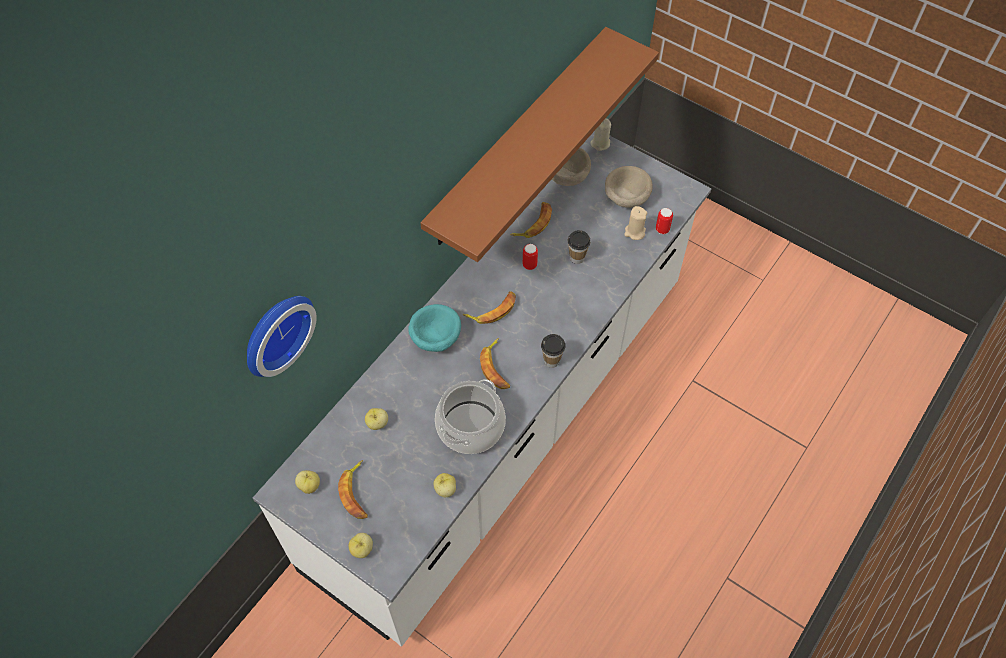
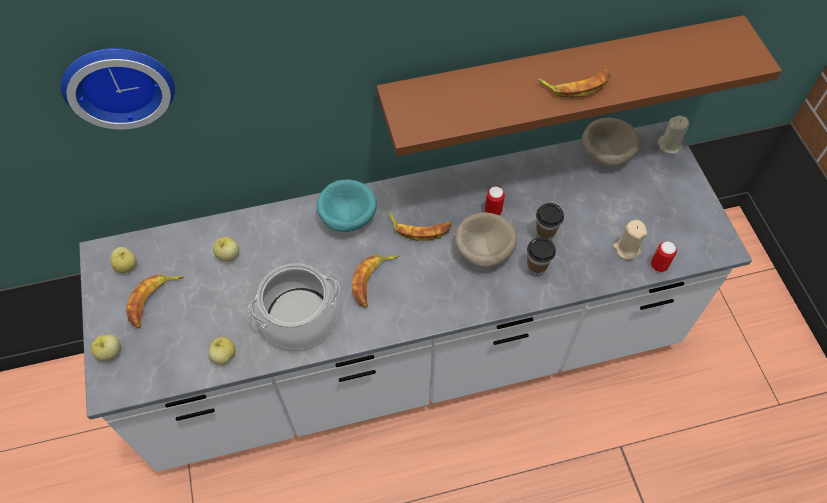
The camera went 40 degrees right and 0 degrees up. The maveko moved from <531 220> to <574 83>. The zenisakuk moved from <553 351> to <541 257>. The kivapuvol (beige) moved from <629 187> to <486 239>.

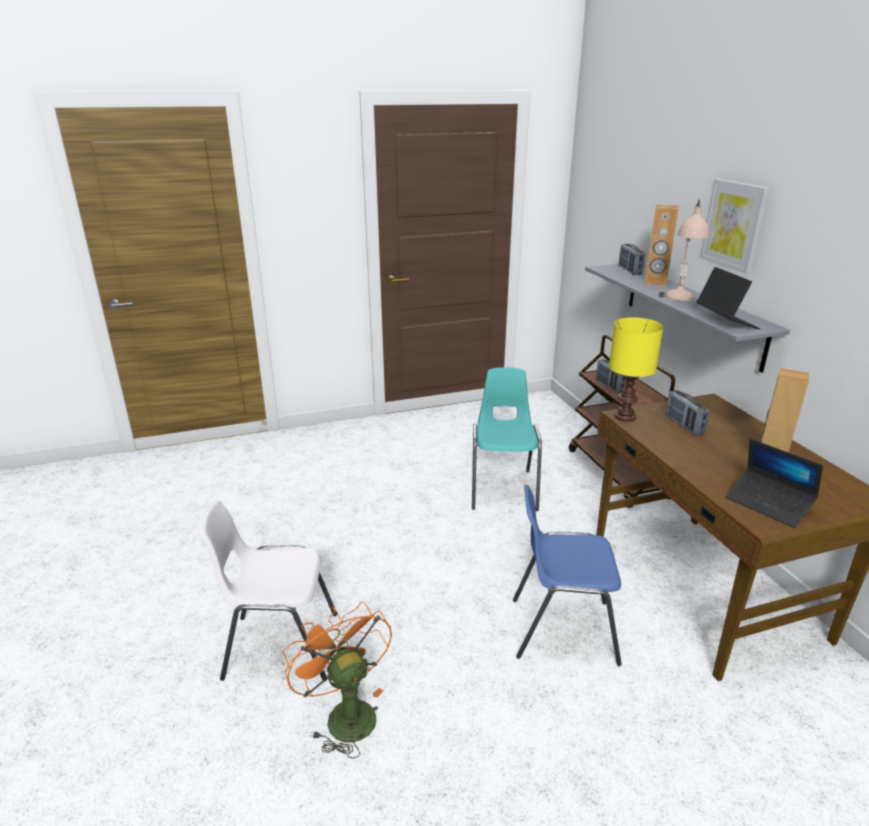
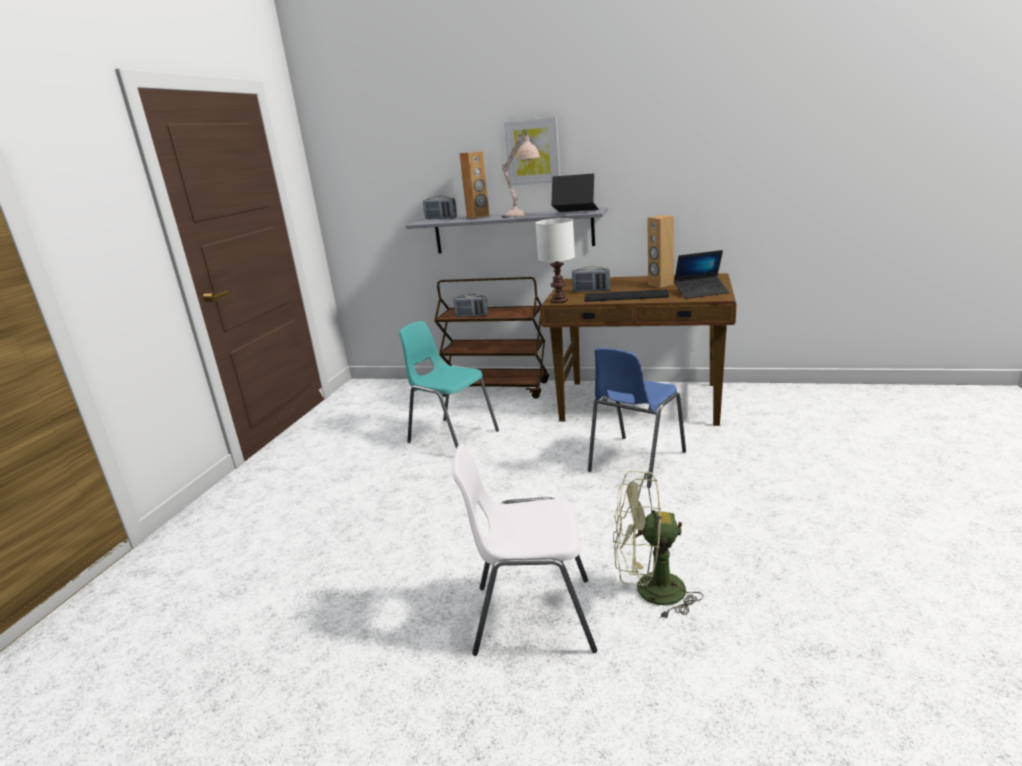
The camera went 55 degrees left and 5 degrees down. The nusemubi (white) at <268 591> turned 60 degrees clockwise. The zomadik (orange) at <337 679> became the zomadik (green) at <658 545>. The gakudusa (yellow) at <636 369> became the gakudusa (white) at <555 260>. The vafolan at <626 295> appeared.

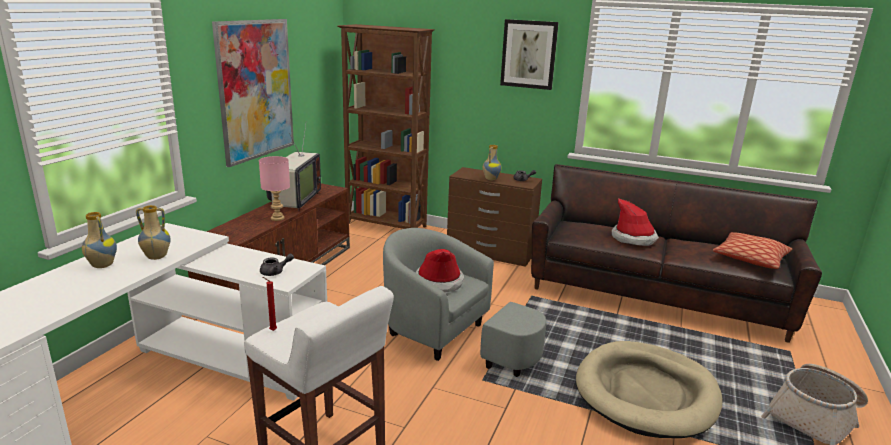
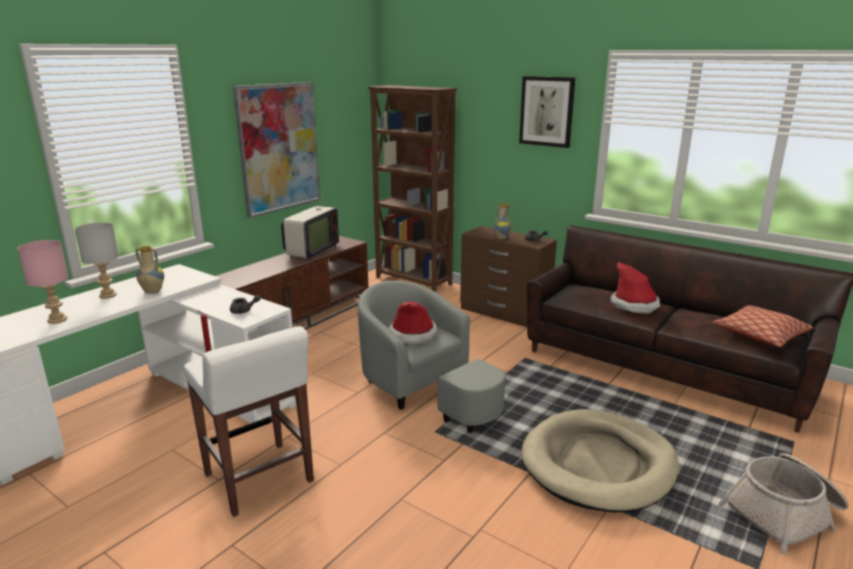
The camera went 15 degrees right and 0 degrees up. The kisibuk at <99 240> was replaced by the gakudusa (grey) at <97 260>. The gakudusa (pink) moved from <274 188> to <43 282>.

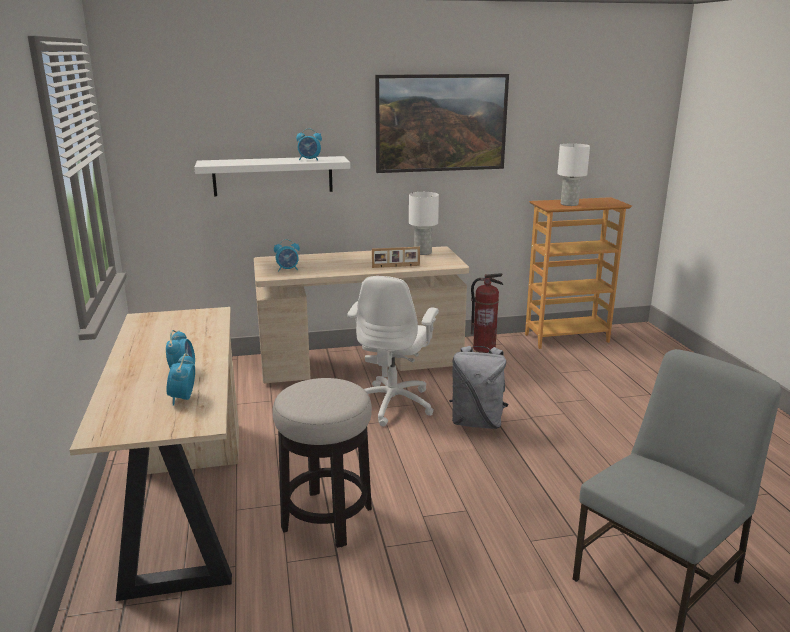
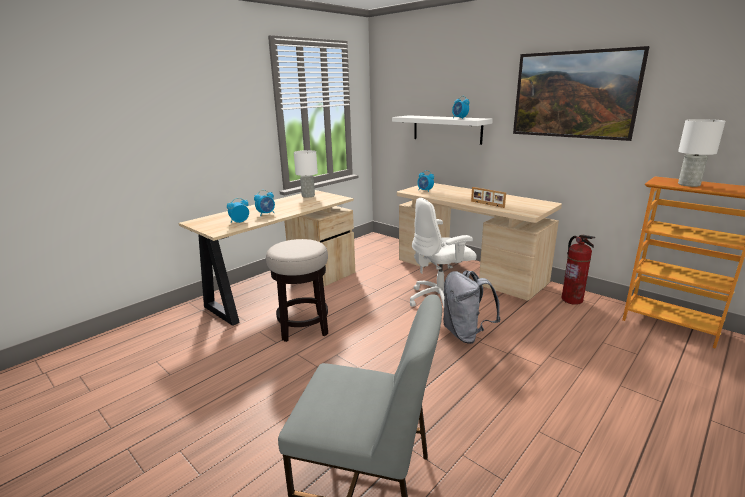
The camera went 55 degrees right and 0 degrees up. The gakudusa (white) moved from <424 223> to <306 174>.

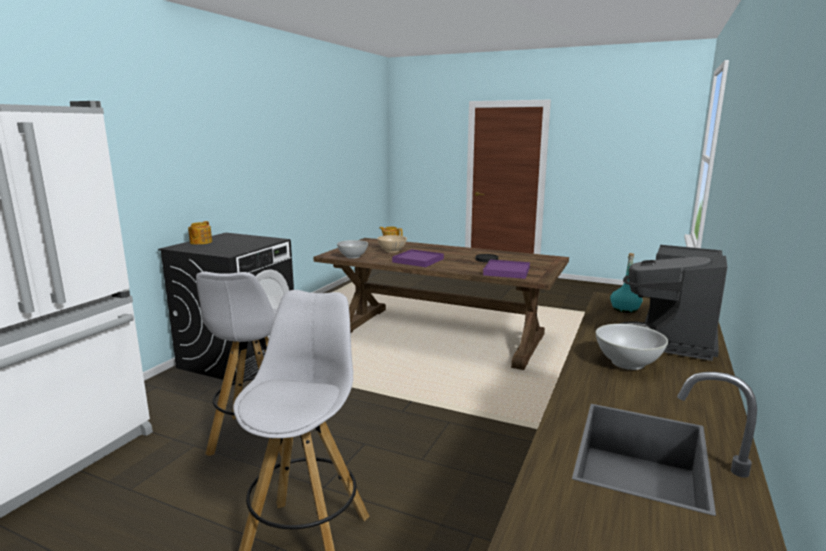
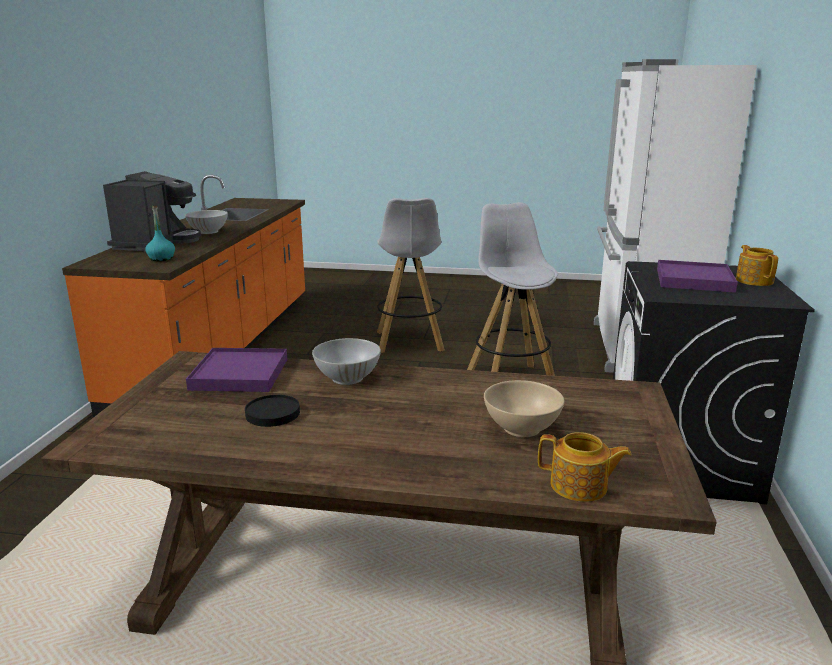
The camera went 165 degrees right and 5 degrees up. The kivapuvol (white) moved from <352 249> to <346 361>. The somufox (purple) moved from <418 258> to <697 276>.

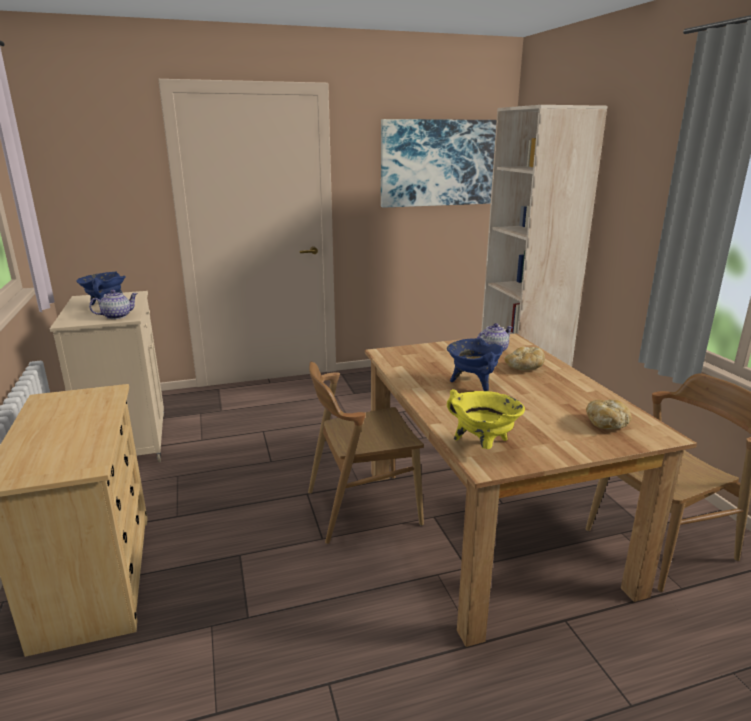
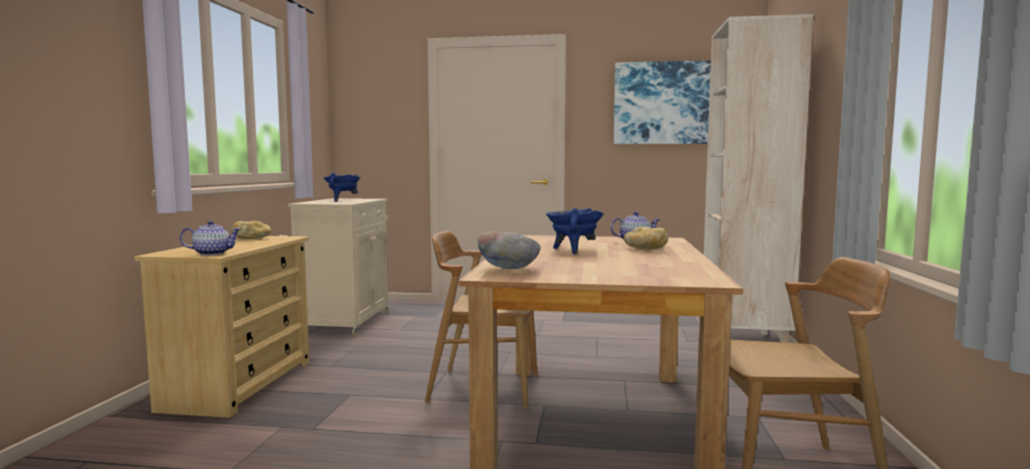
The camera went 25 degrees right and 15 degrees down. The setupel moved from <113 304> to <210 238>. The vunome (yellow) at <486 419> was replaced by the kivapuvol at <509 250>. The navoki moved from <609 414> to <251 230>.

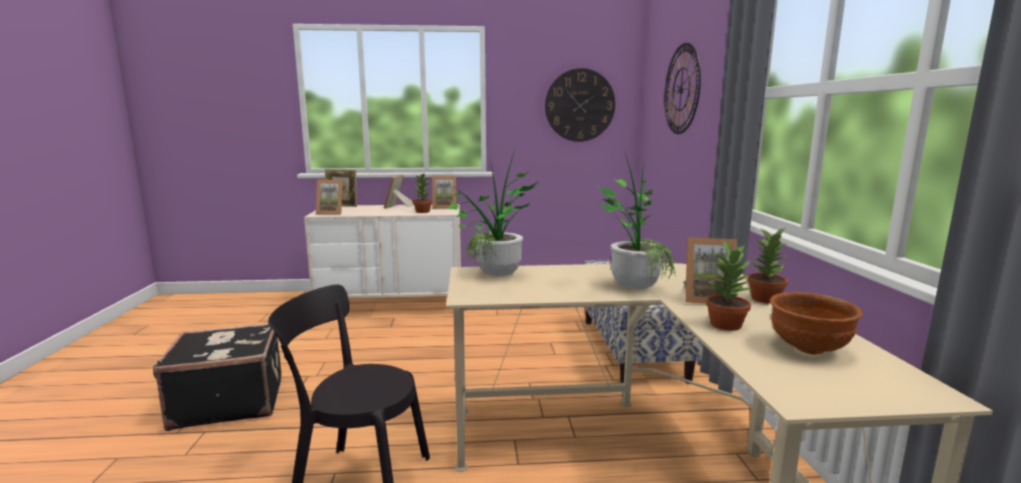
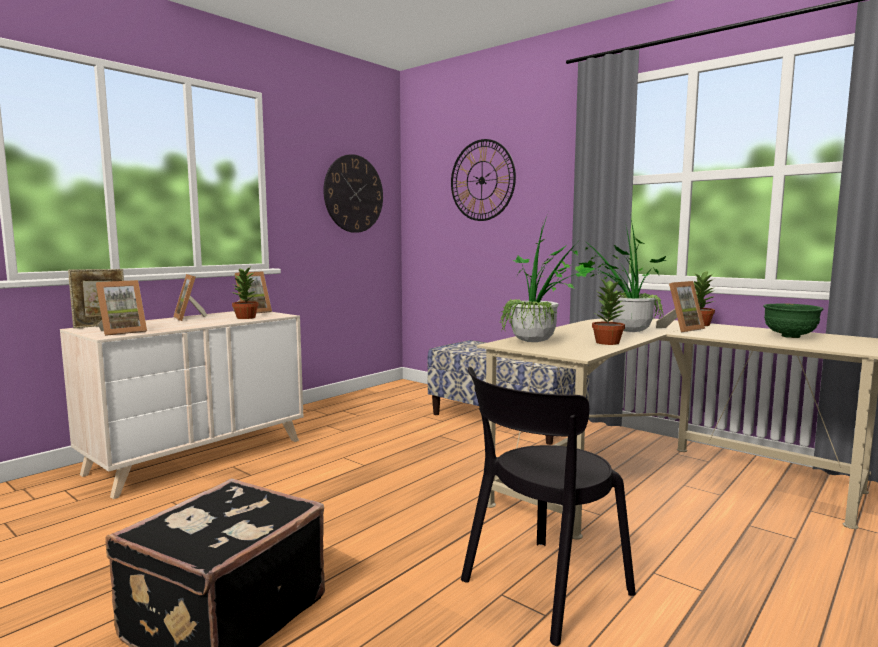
The camera went 45 degrees left and 5 degrees down. The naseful moved from <728 285> to <608 312>. The kivapuvol (brown) at <816 323> became the kivapuvol (green) at <793 321>.

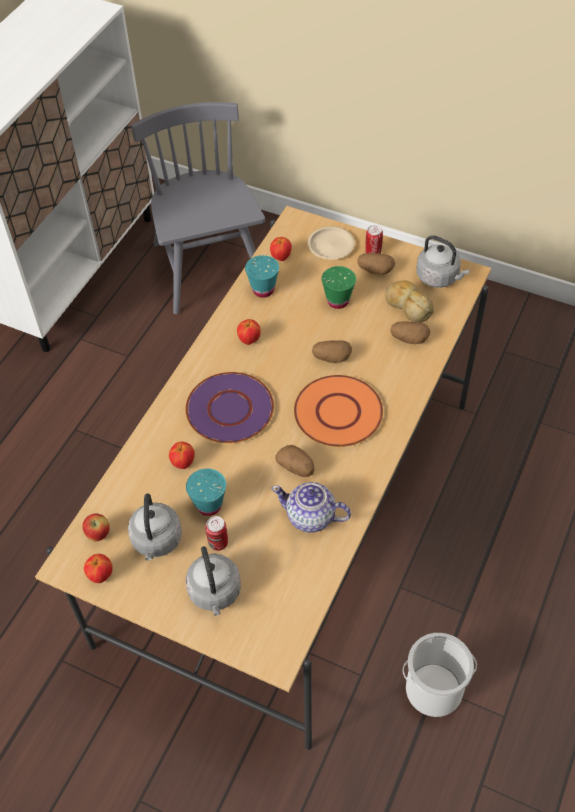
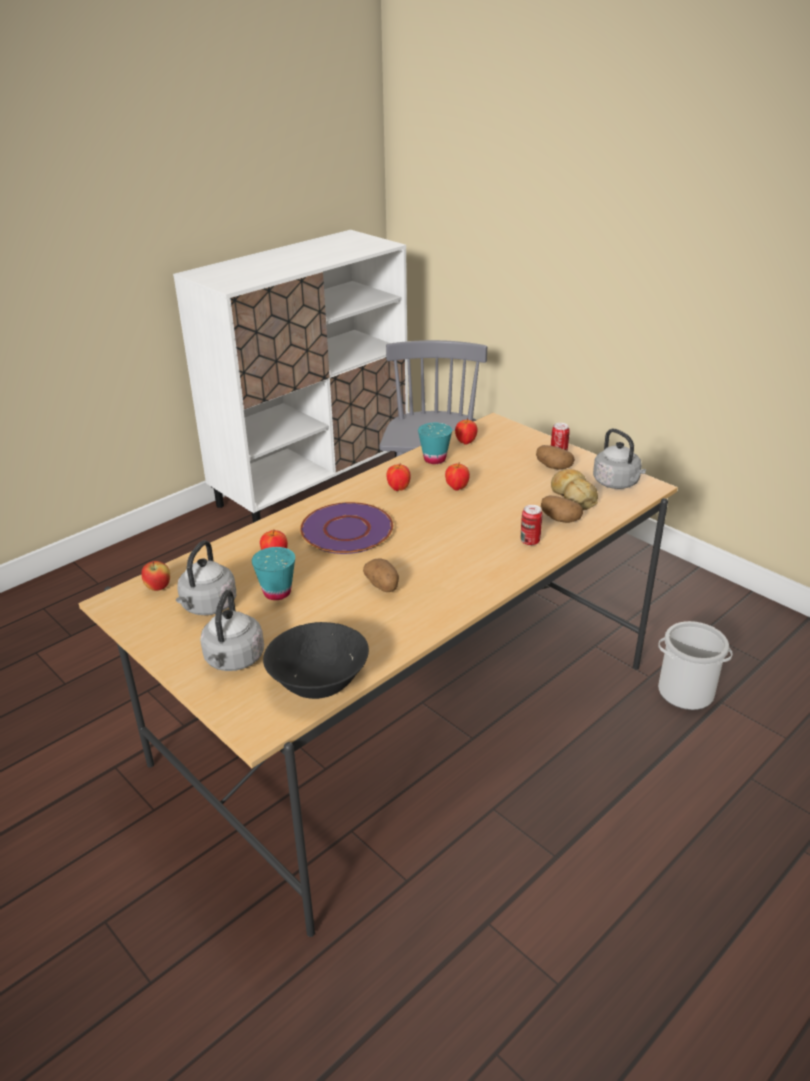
The camera went 20 degrees right and 20 degrees down. The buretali moved from <98 568> to <457 476>. The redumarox moved from <216 533> to <531 525>. The setupel at <311 507> disappeared. The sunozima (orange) at <338 411> disappeared. The sunozima (beige) at <331 243> disappeared. The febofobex at <332 351> disappeared. The zenisakuk (green) at <339 287> disappeared. The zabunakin moved from <440 675> to <695 665>. The kivapuvol (black) at <316 660> appeared.

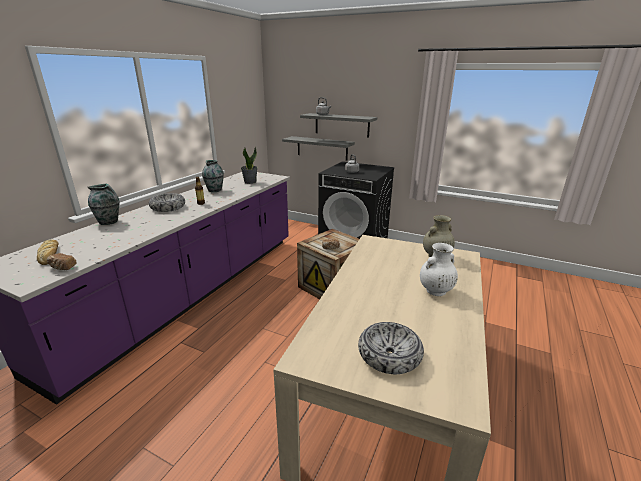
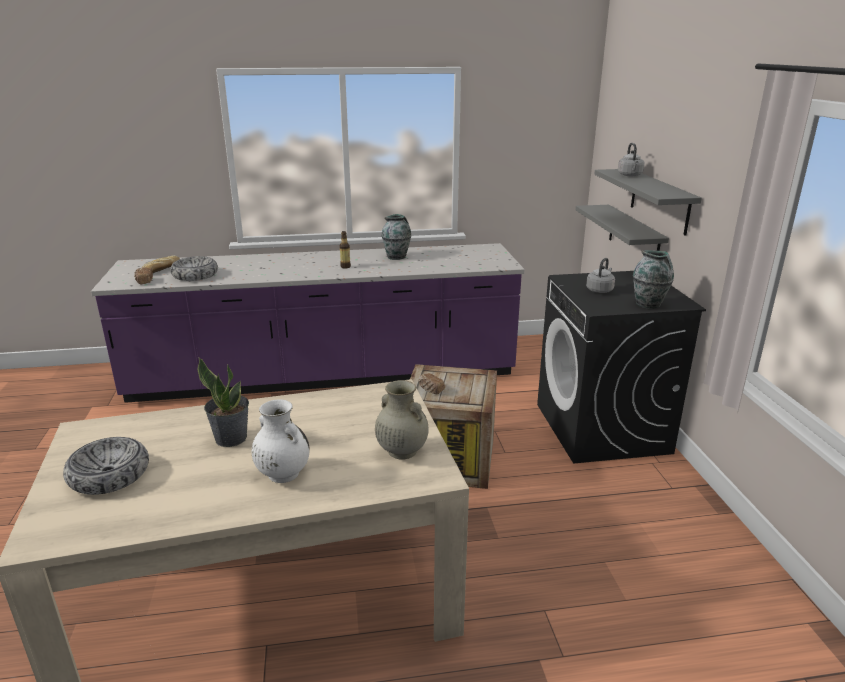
The camera went 55 degrees right and 0 degrees up. The kisibuk moved from <104 204> to <653 279>. The kivapuvol moved from <167 202> to <194 268>. The naseful moved from <249 165> to <223 402>.

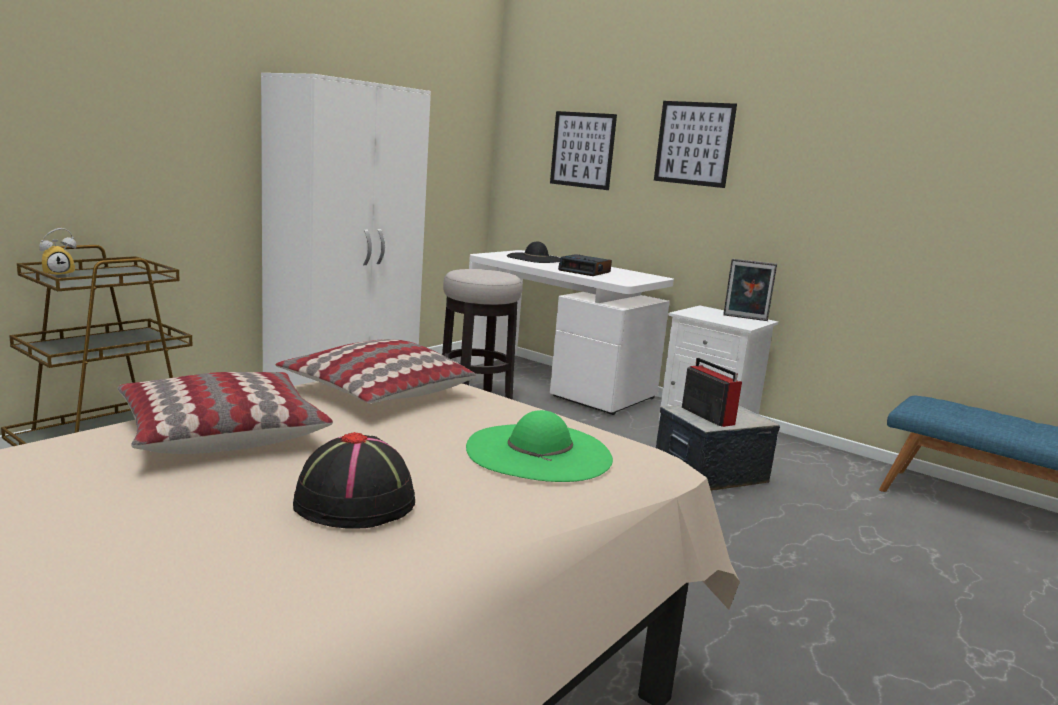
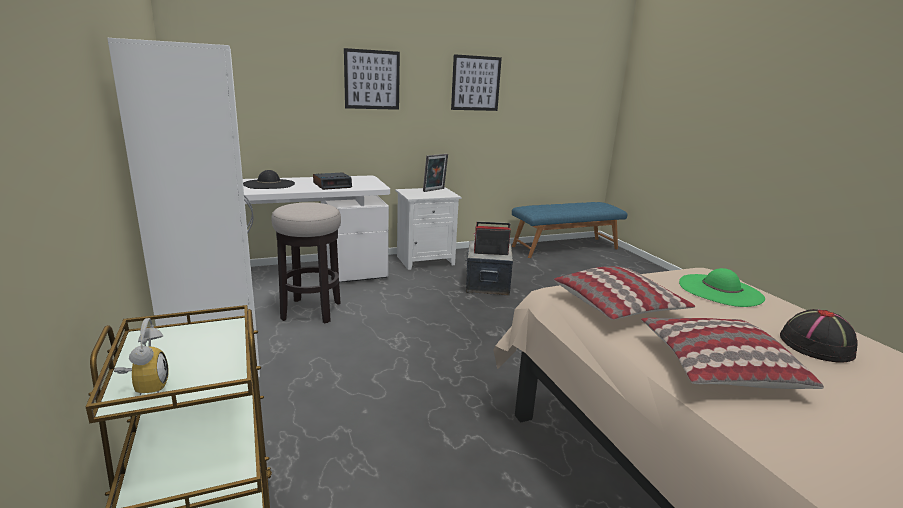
The camera went 60 degrees left and 5 degrees up. The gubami moved from <583 150> to <476 82>.

